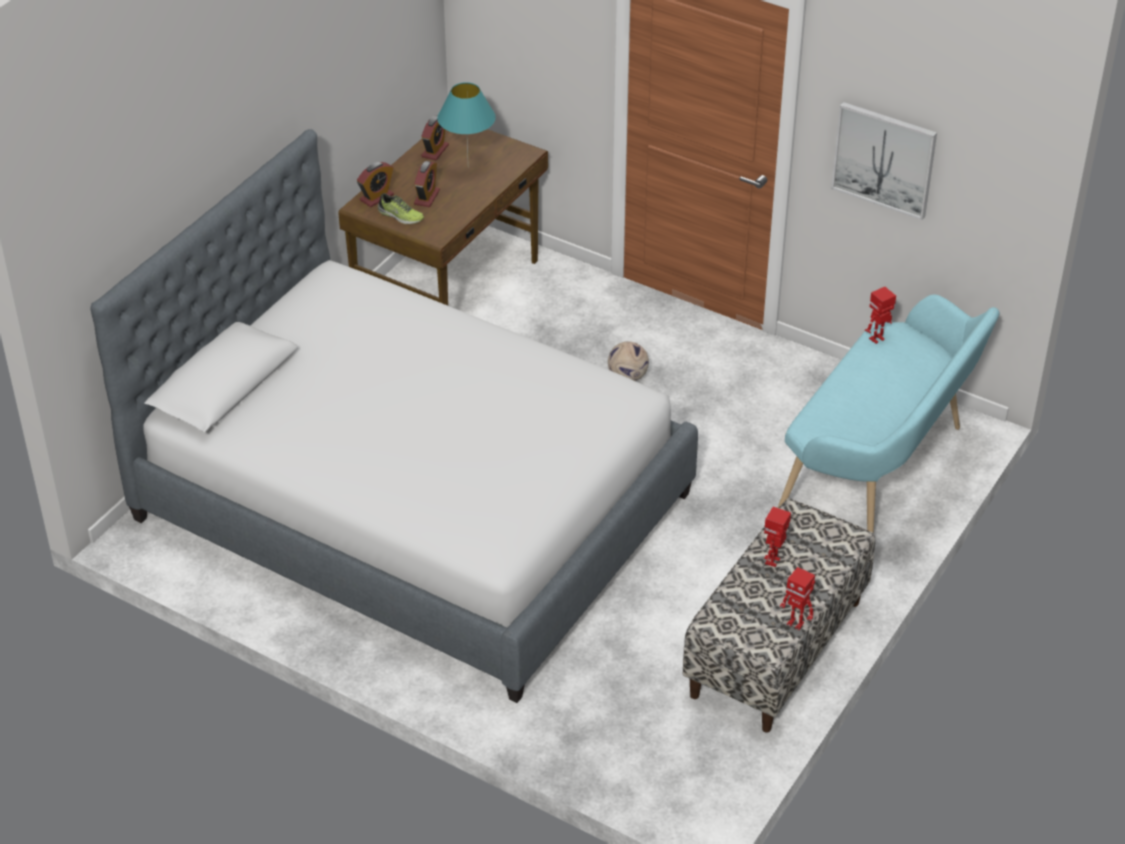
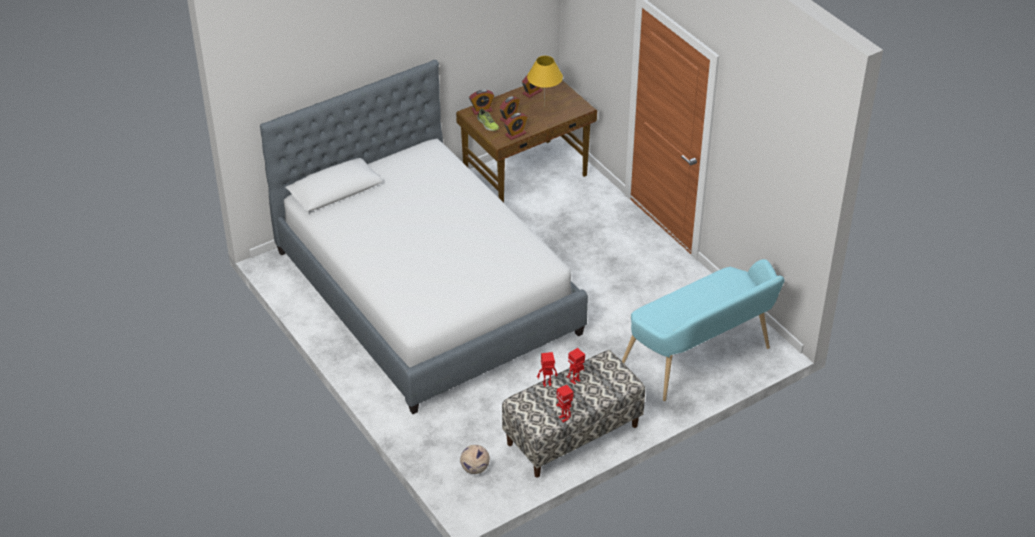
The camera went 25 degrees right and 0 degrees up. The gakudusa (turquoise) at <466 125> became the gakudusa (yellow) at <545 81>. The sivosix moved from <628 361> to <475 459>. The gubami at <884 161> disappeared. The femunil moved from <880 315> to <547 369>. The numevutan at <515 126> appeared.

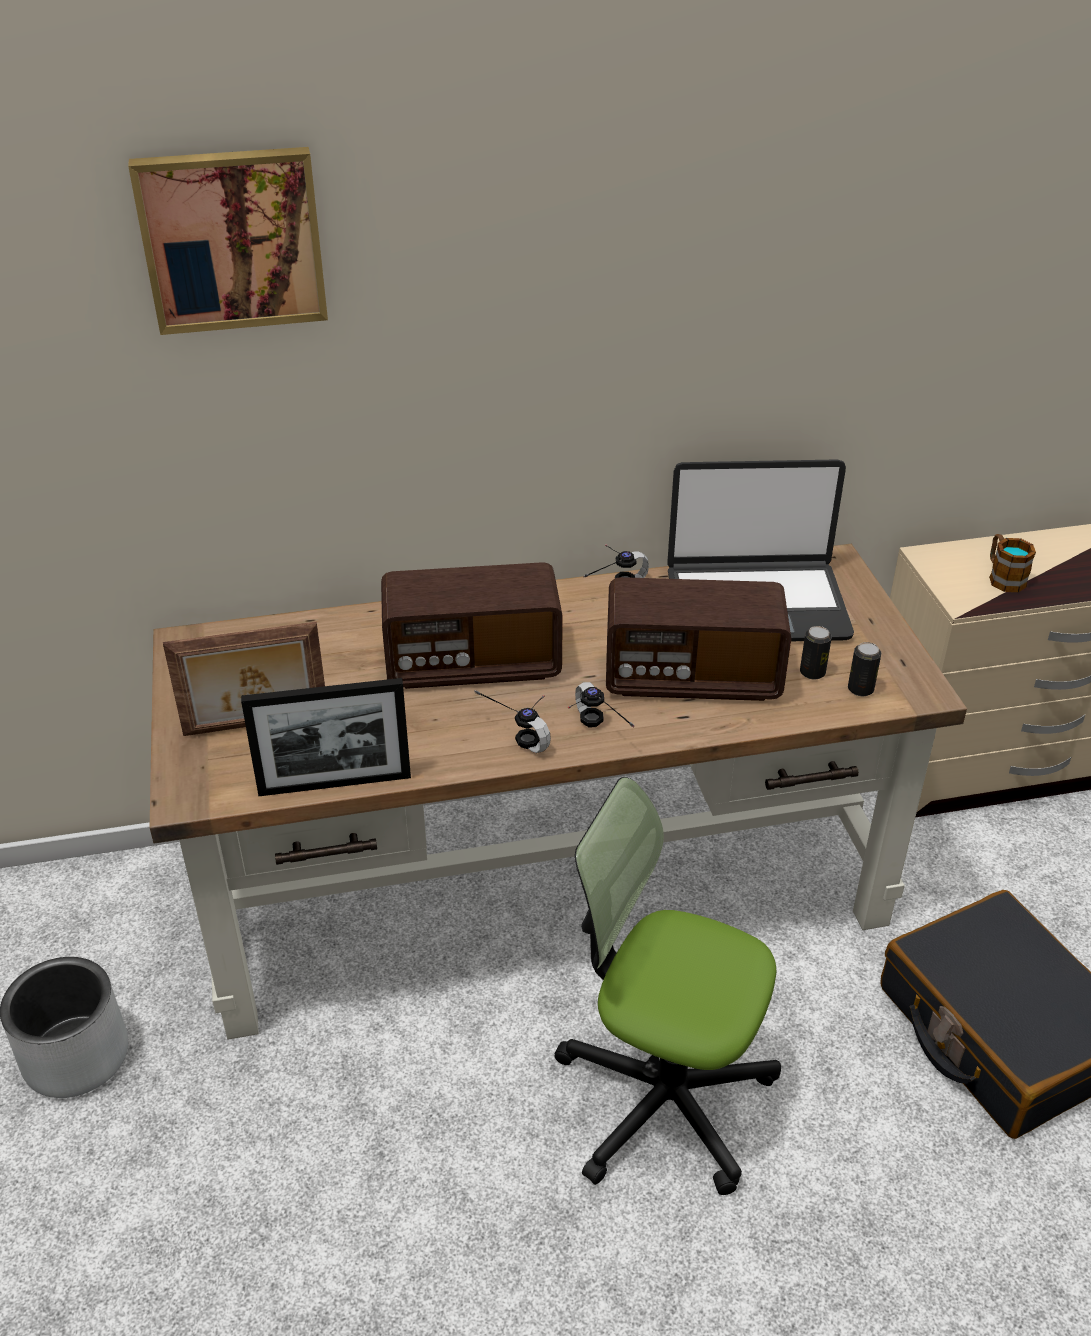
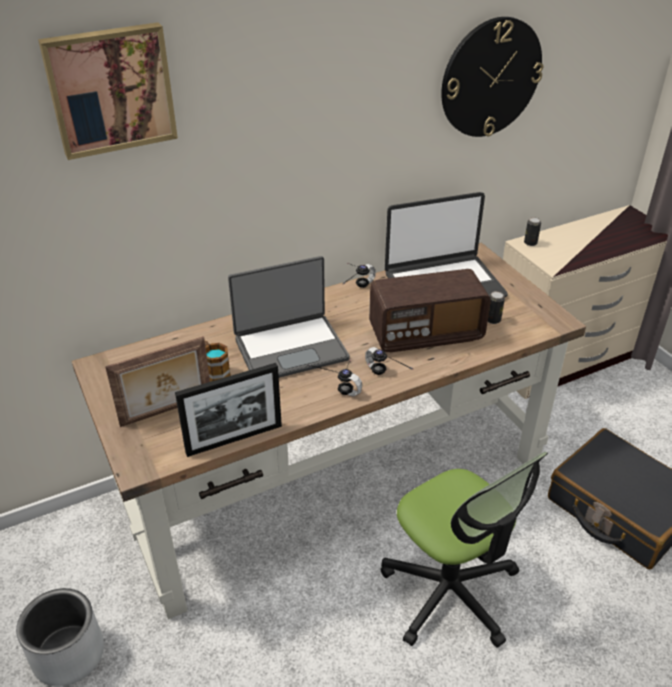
The camera went 15 degrees left and 0 degrees up. The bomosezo at <472 625> was replaced by the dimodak at <289 317>. The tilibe at <667 986> turned 135 degrees counterclockwise. The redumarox moved from <864 669> to <532 231>. The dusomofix moved from <1012 563> to <218 361>. The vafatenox at <492 77> appeared.

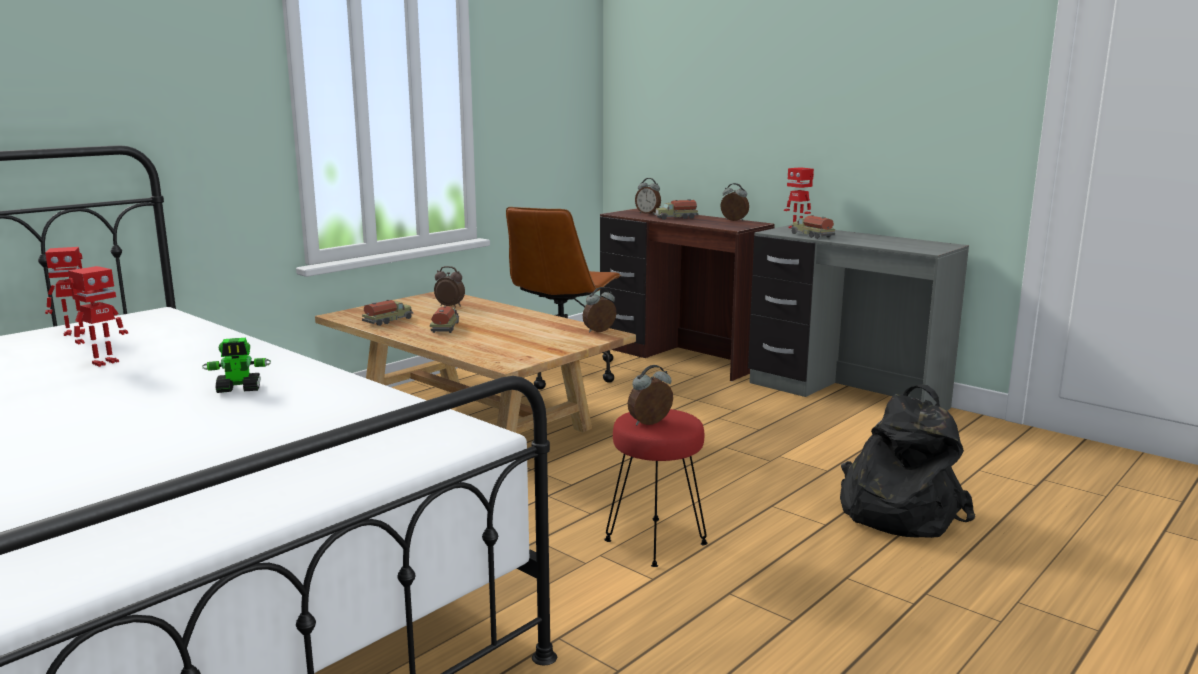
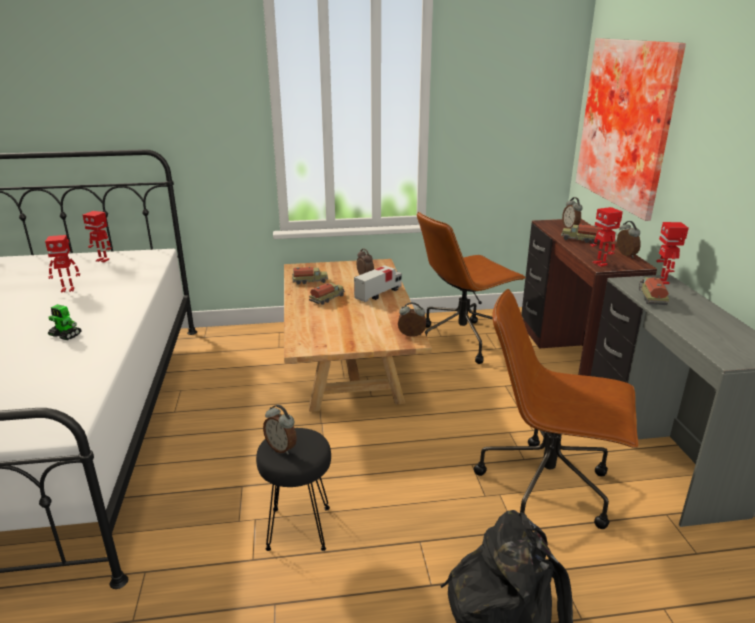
The camera went 40 degrees right and 10 degrees up. The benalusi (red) at <656 488> became the benalusi (black) at <293 489>. The numevutan at <650 395> turned 150 degrees counterclockwise. The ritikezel at <378 283> appeared. The tilibe (brown) at <556 409> appeared. The gubami at <631 129> appeared. The femunil at <606 237> appeared.

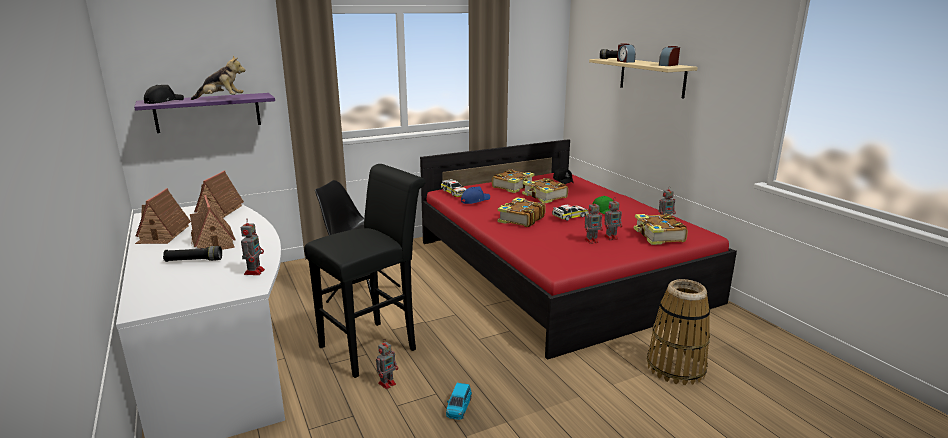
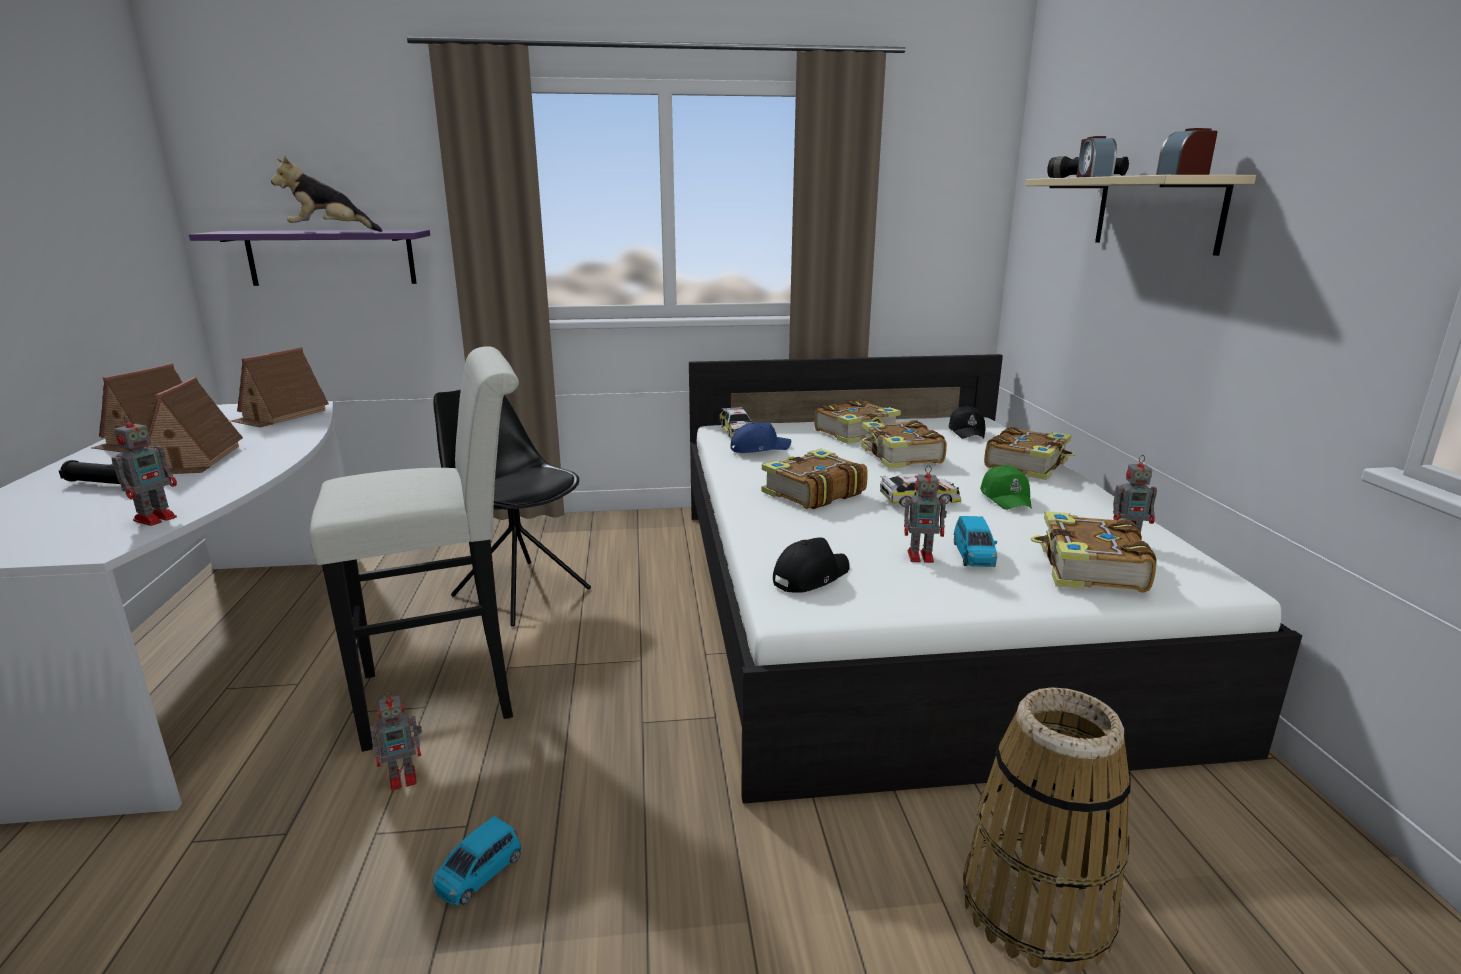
The camera went 20 degrees right and 0 degrees up. The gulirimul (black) moved from <164 94> to <811 565>. The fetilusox at <218 78> turned 150 degrees clockwise. The benalusi (black) at <365 271> became the benalusi (white) at <414 549>. The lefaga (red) at <578 249> became the lefaga (white) at <995 579>. The femunil at <613 218> was replaced by the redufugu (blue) at <975 541>. The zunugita at <1029 453> appeared.

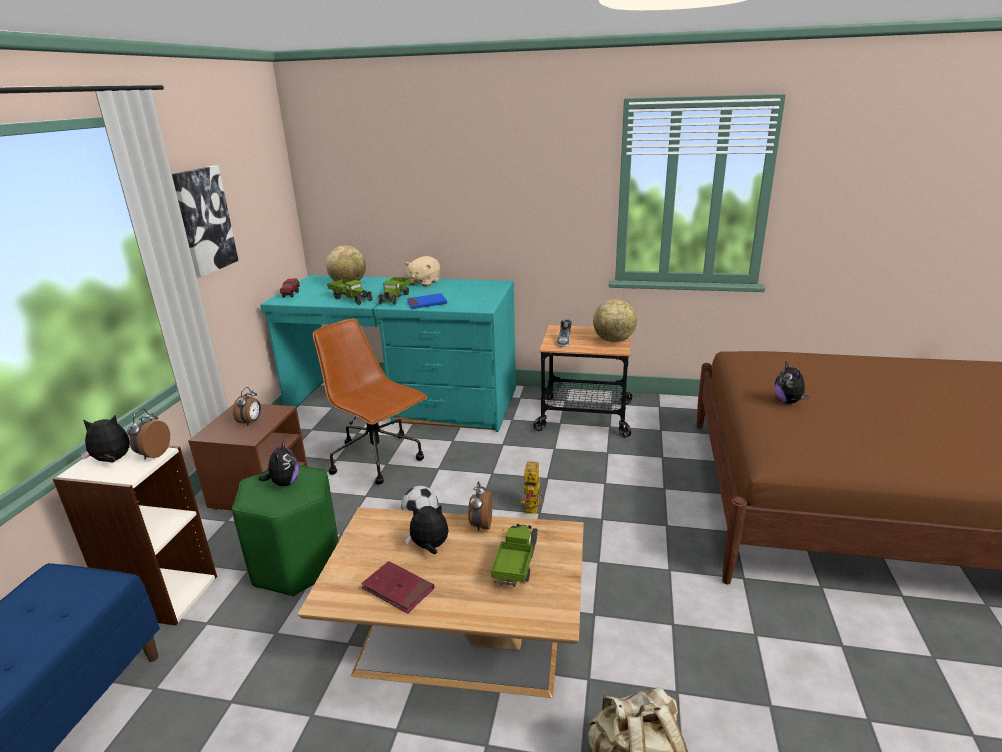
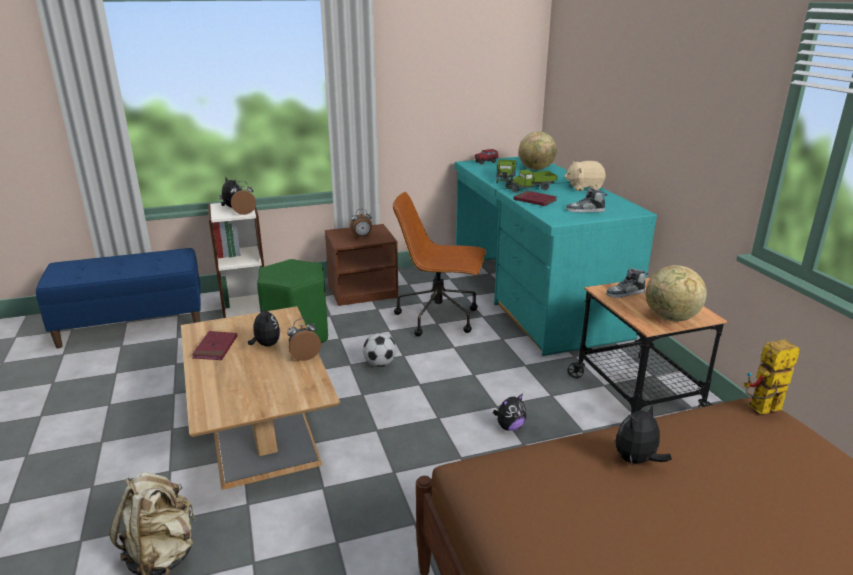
The camera went 60 degrees right and 0 degrees up. The gubami at <205 221> disappeared. The fetilusox moved from <279 463> to <509 412>. The tilibe (brown) at <370 401> turned 90 degrees counterclockwise. The zunugita (blue) at <427 301> became the zunugita (red) at <535 198>. The ritikezel at <514 555> disappeared. The femunil moved from <531 487> to <772 376>. The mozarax at <586 200> appeared.

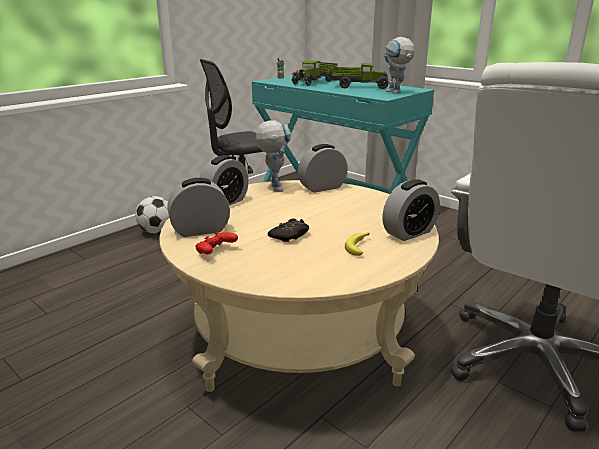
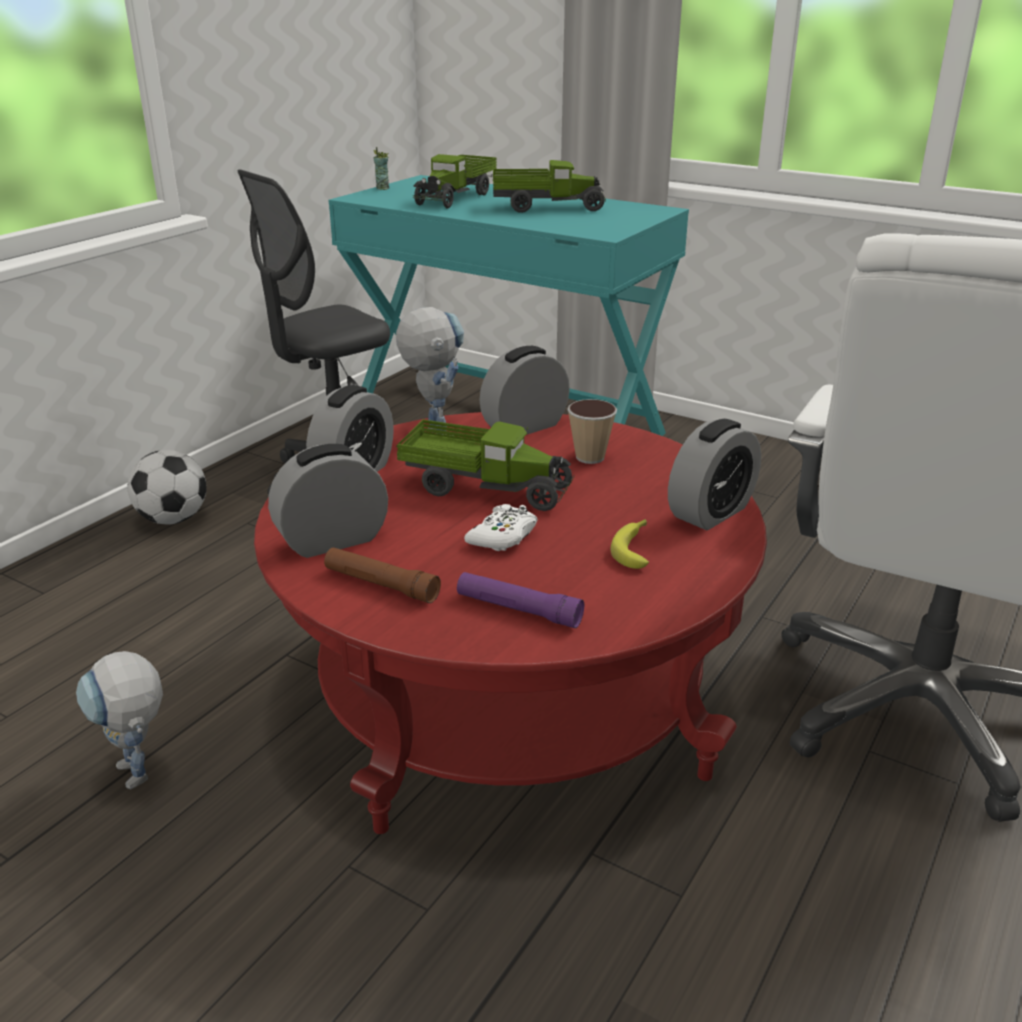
The camera went 10 degrees left and 5 degrees up. The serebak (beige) at <299 286> became the serebak (red) at <510 623>. The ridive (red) at <216 243> was replaced by the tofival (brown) at <382 575>. The ridive (black) at <288 230> became the ridive (white) at <501 527>. The femunil moved from <399 65> to <119 720>. The ritikezel at <485 465> appeared. The tofival (purple) at <520 600> appeared. The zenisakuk at <592 431> appeared.

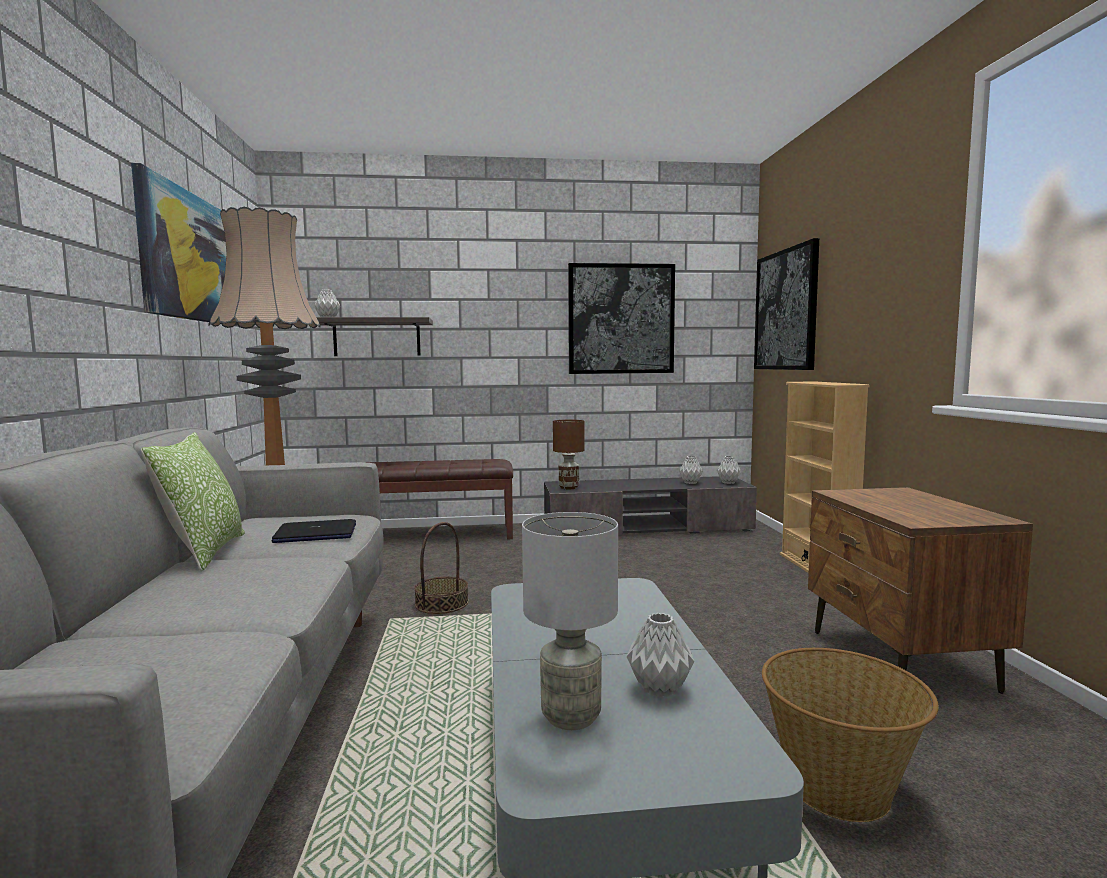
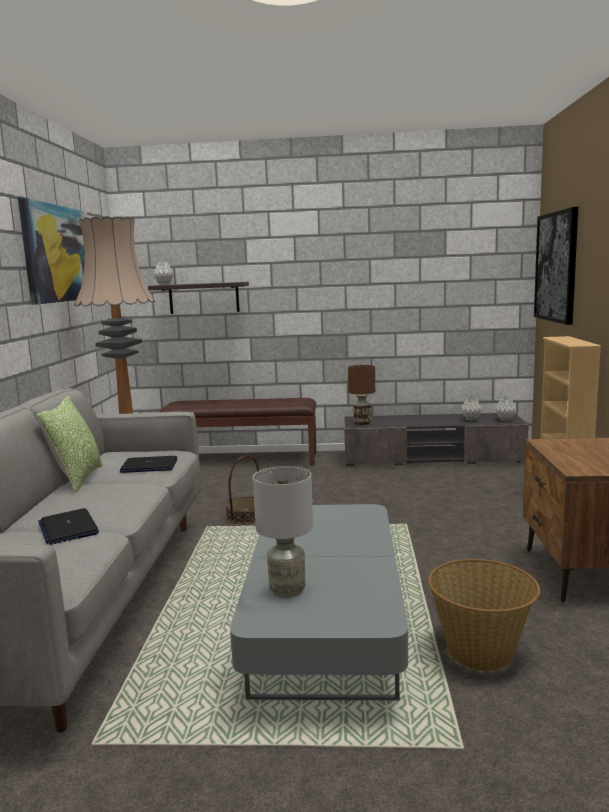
The camera went 10 degrees right and 5 degrees up. The gubami at <621 318> disappeared. The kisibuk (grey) at <660 655> disappeared. The dimodak at <68 526> appeared.

